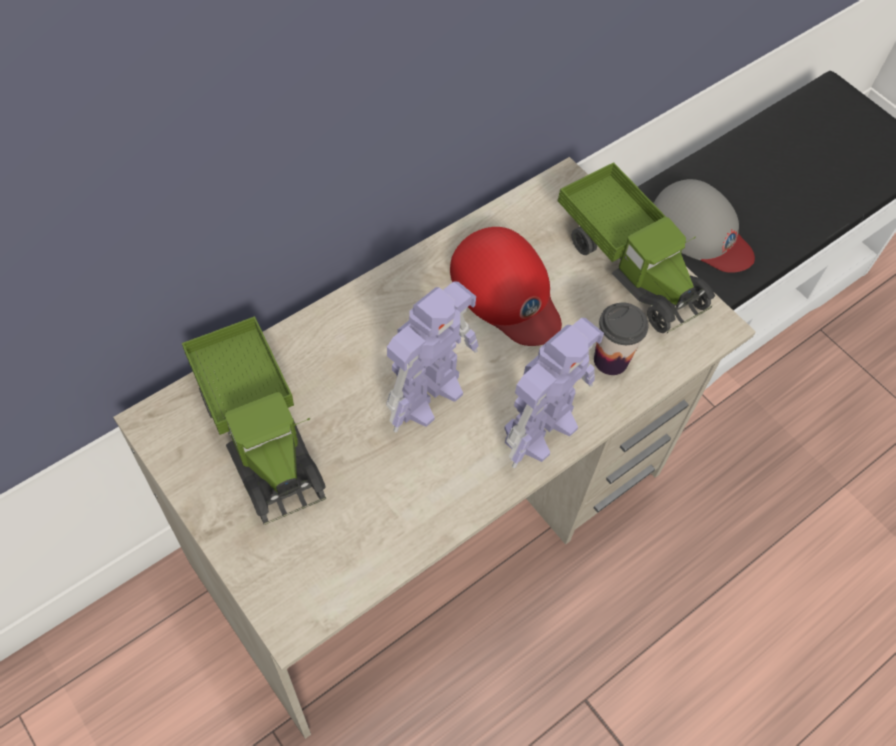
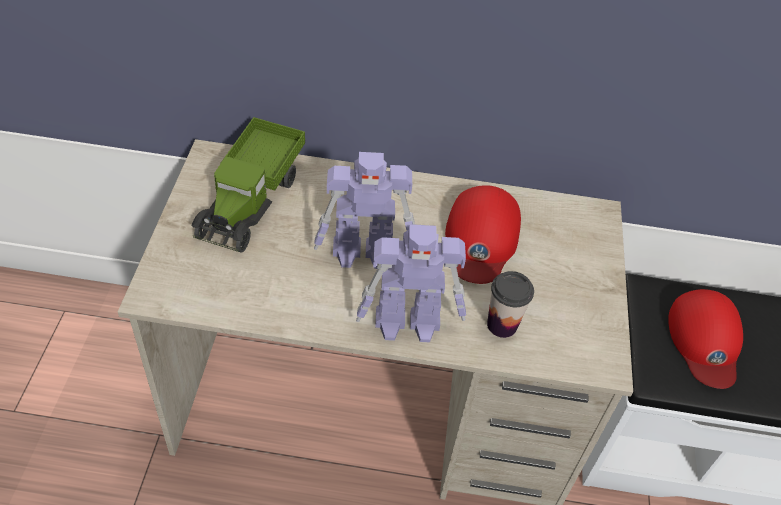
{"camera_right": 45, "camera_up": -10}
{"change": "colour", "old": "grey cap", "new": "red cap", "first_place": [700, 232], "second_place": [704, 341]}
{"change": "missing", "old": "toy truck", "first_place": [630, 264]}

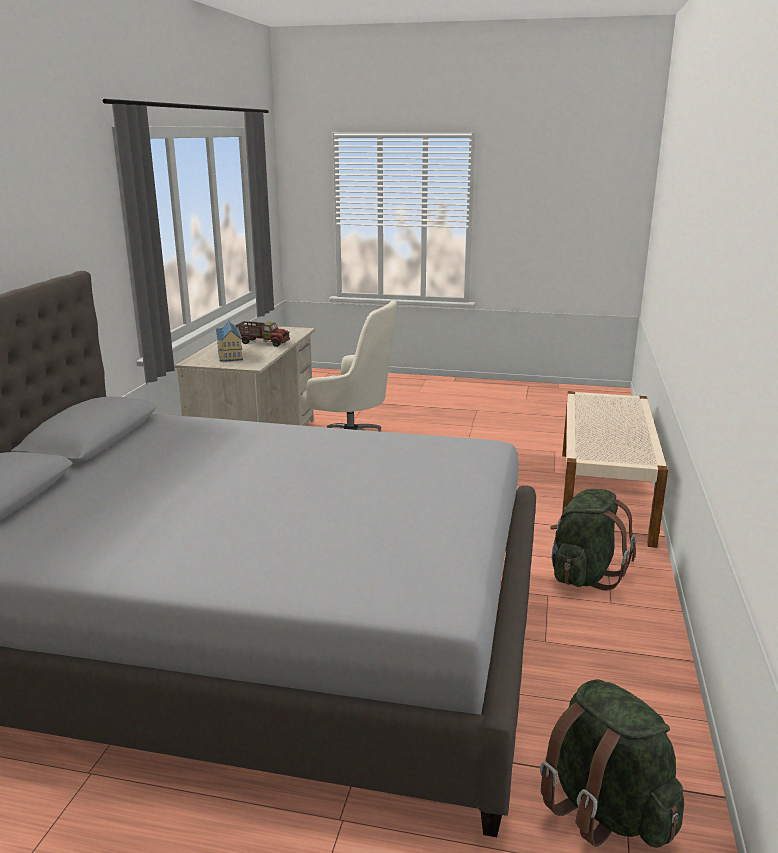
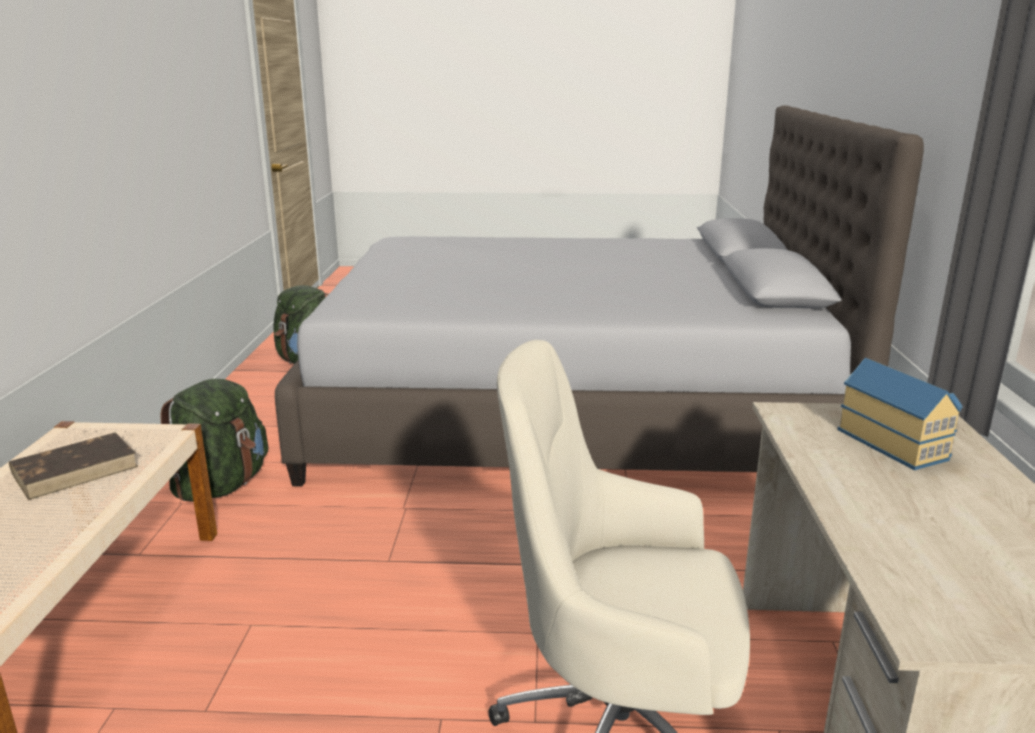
{"camera_right": 170, "camera_up": 0}
{"change": "appeared", "new": "brown book", "second_place": [76, 469]}
{"change": "missing", "old": "toy truck", "first_place": [263, 343]}

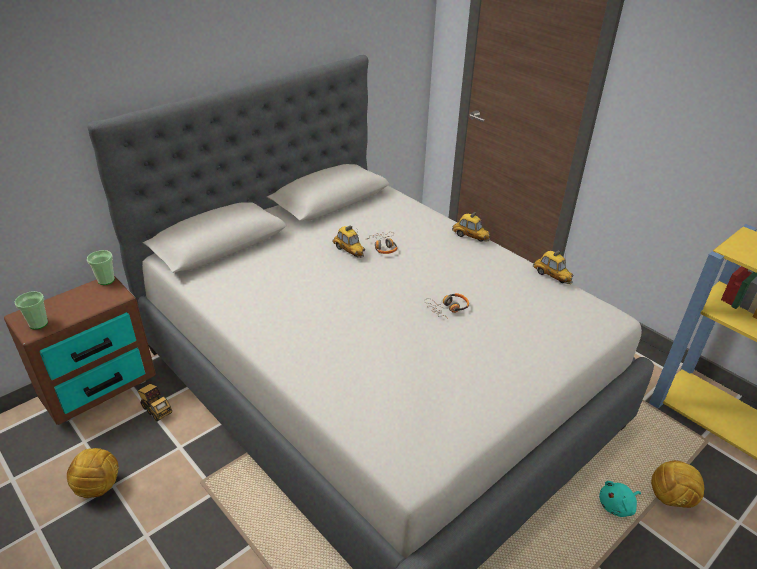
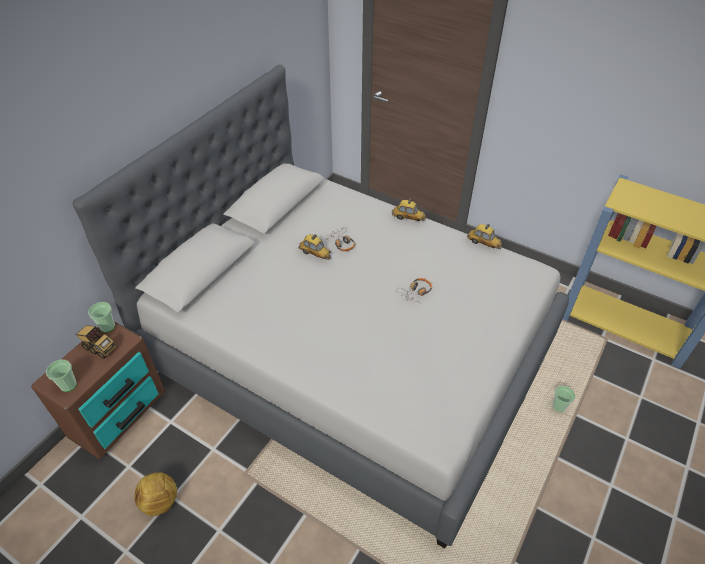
{"camera_right": -15, "camera_up": 10}
{"change": "relocated", "old": "toy truck", "first_place": [156, 409], "second_place": [99, 348]}
{"change": "exchanged", "old": "turquoise plush toy", "new": "cup", "first_place": [617, 506], "second_place": [559, 407]}
{"change": "missing", "old": "football", "first_place": [671, 499]}

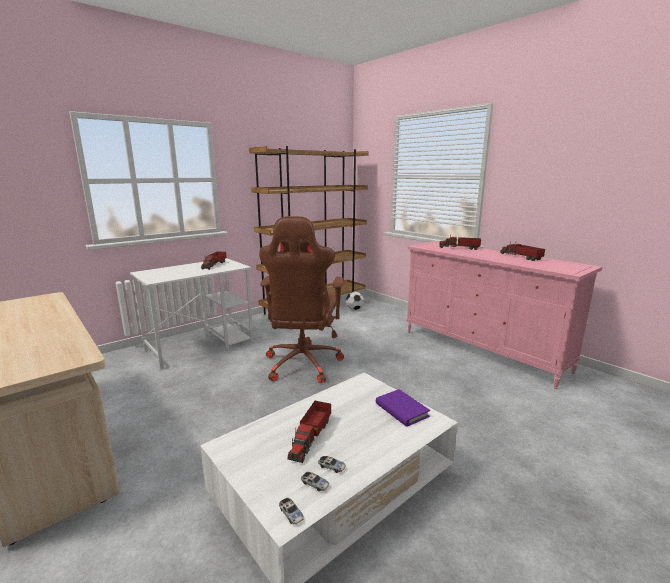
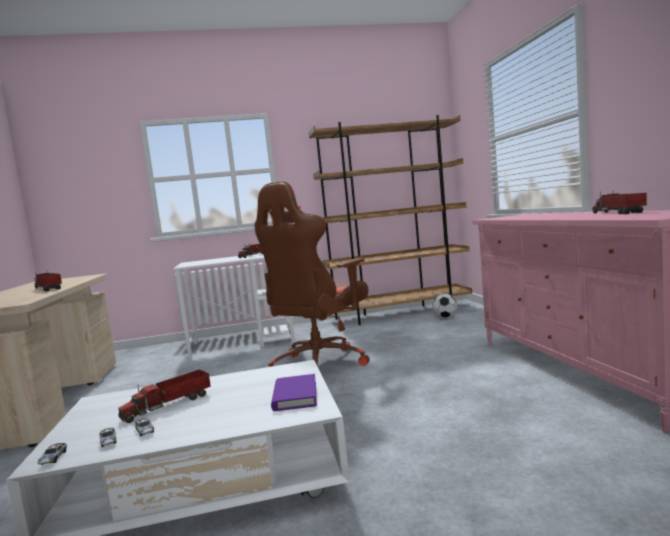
{"camera_right": 30, "camera_up": -10}
{"change": "relocated", "old": "toy truck", "first_place": [460, 248], "second_place": [47, 289]}

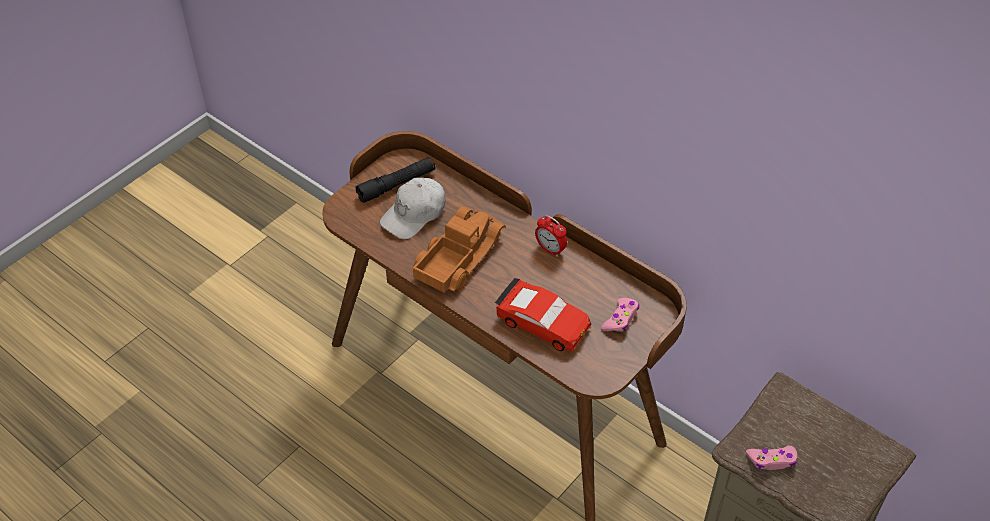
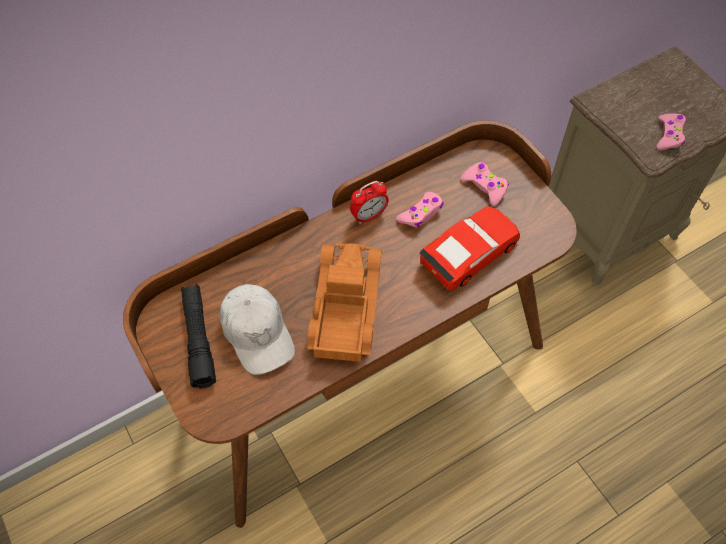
{"camera_right": -70, "camera_up": 10}
{"change": "spun", "old": "toy truck", "first_place": [457, 256], "second_place": [343, 307], "degrees": 45}
{"change": "appeared", "new": "pink game controller", "second_place": [421, 213]}

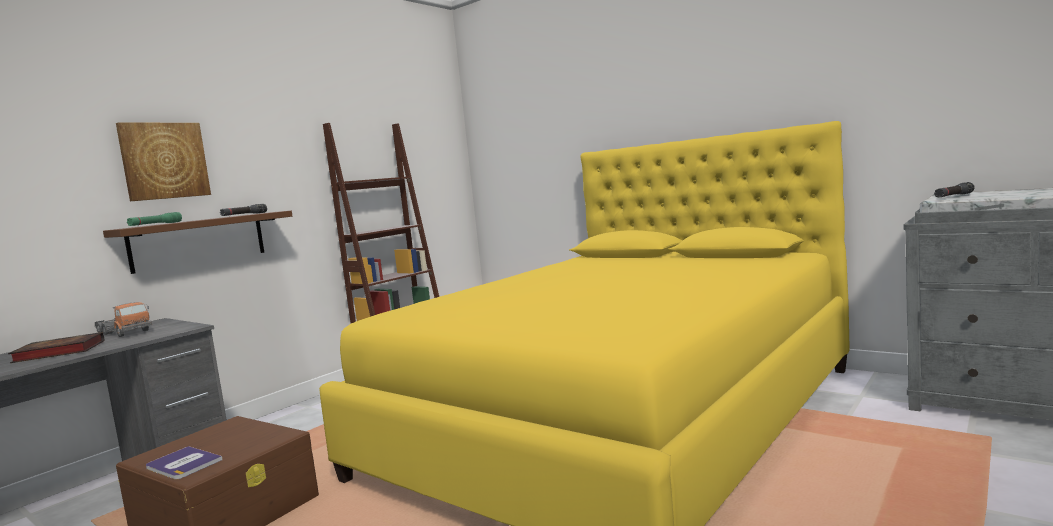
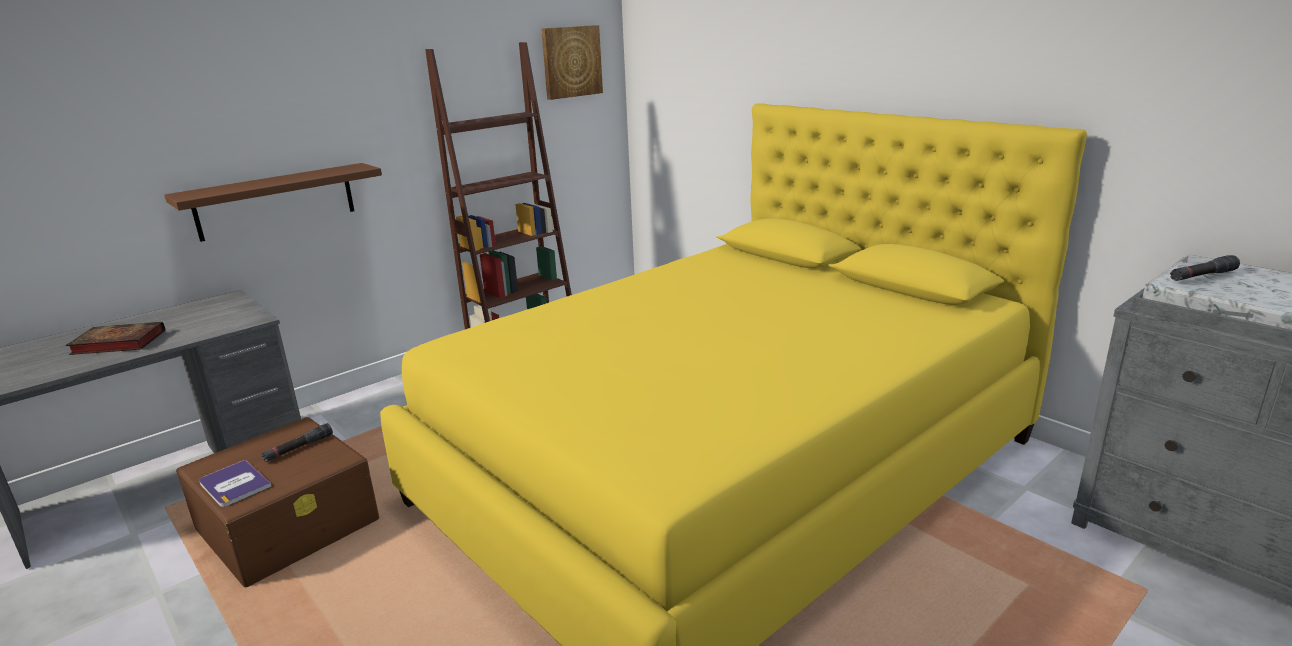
{"camera_right": 10, "camera_up": 15}
{"change": "relocated", "old": "black flashlight", "first_place": [244, 214], "second_place": [299, 448]}
{"change": "relocated", "old": "picture", "first_place": [164, 161], "second_place": [571, 61]}
{"change": "missing", "old": "toy truck", "first_place": [124, 332]}
{"change": "missing", "old": "green flashlight", "first_place": [155, 224]}

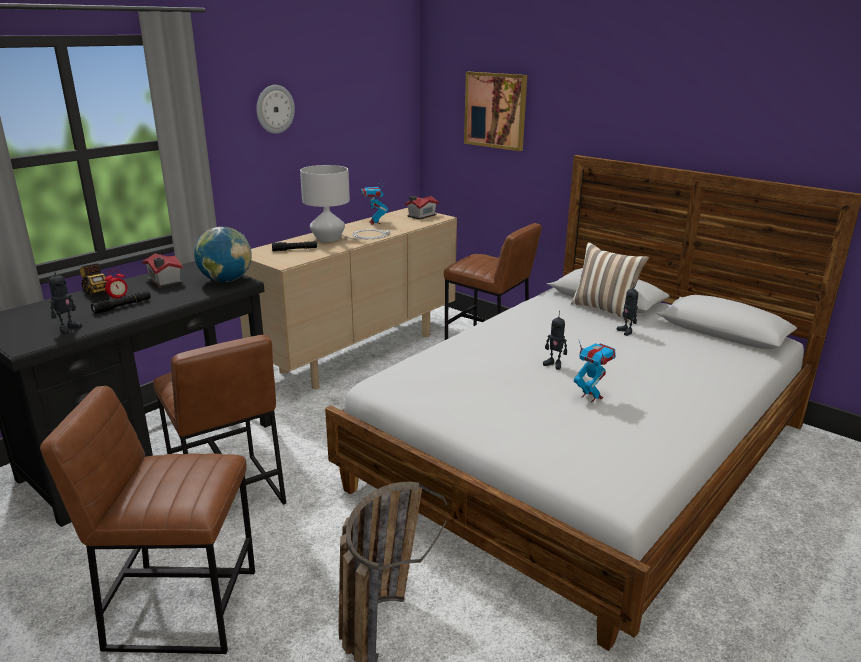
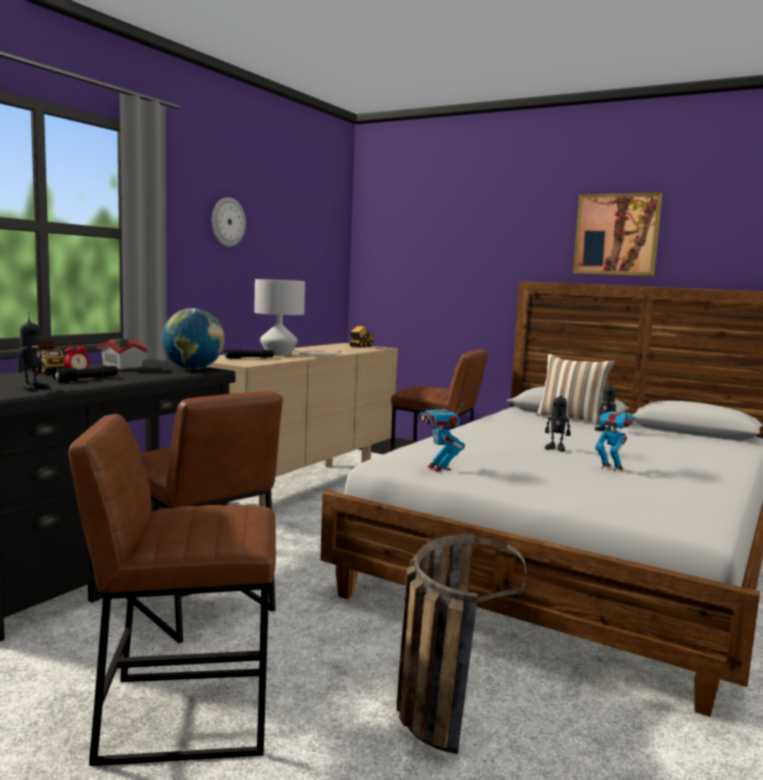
{"camera_right": -10, "camera_up": -15}
{"change": "exchanged", "old": "toy house", "new": "toy truck", "first_place": [420, 215], "second_place": [360, 346]}
{"change": "relocated", "old": "toy robot", "first_place": [374, 223], "second_place": [439, 468]}
{"change": "relocated", "old": "picture", "first_place": [495, 110], "second_place": [616, 234]}

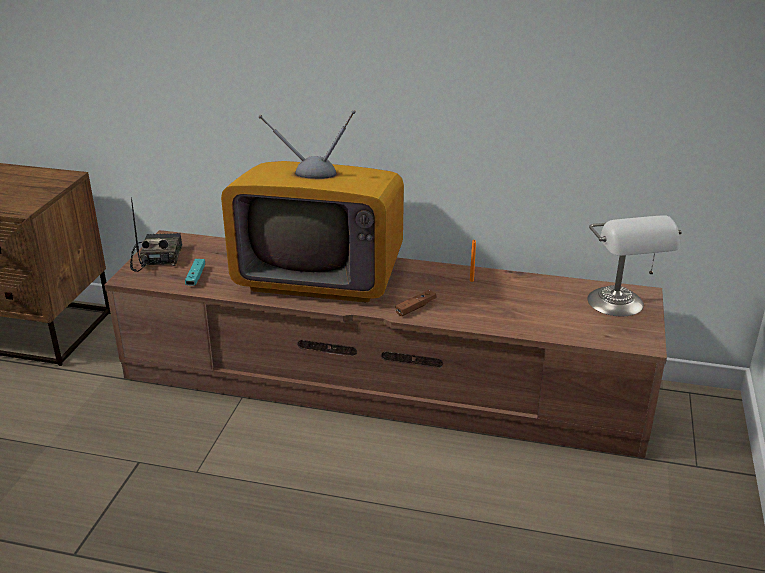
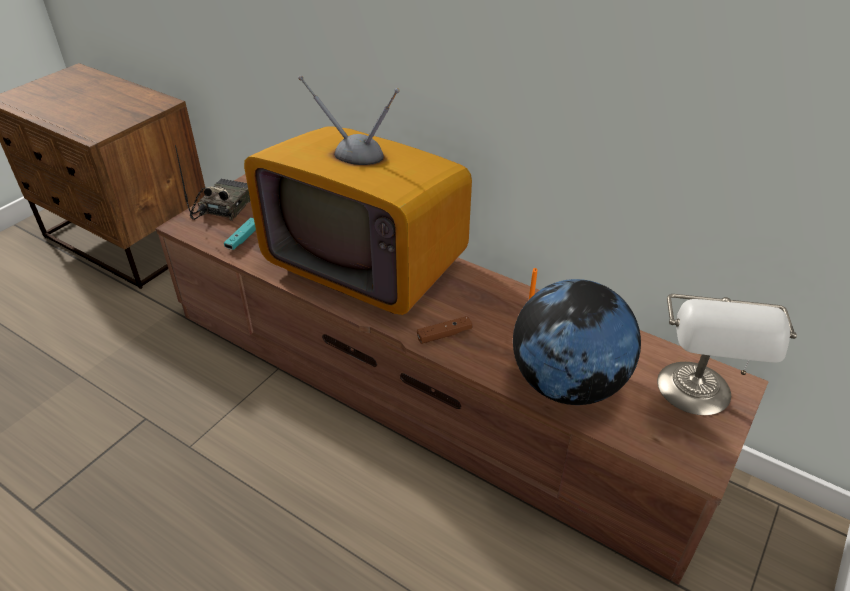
{"camera_right": 20, "camera_up": 10}
{"change": "appeared", "new": "globe", "second_place": [566, 384]}

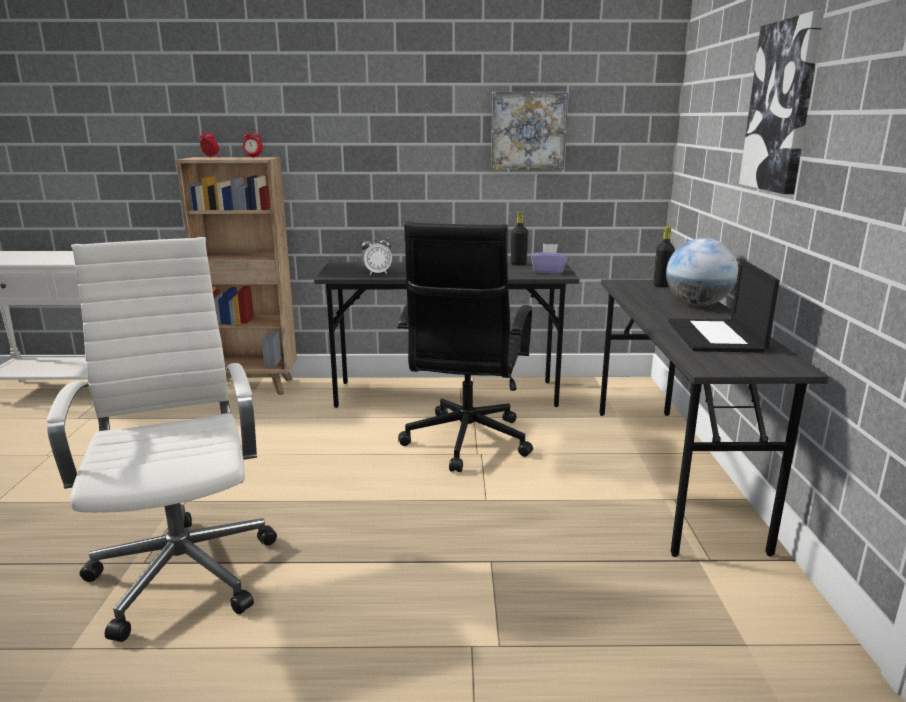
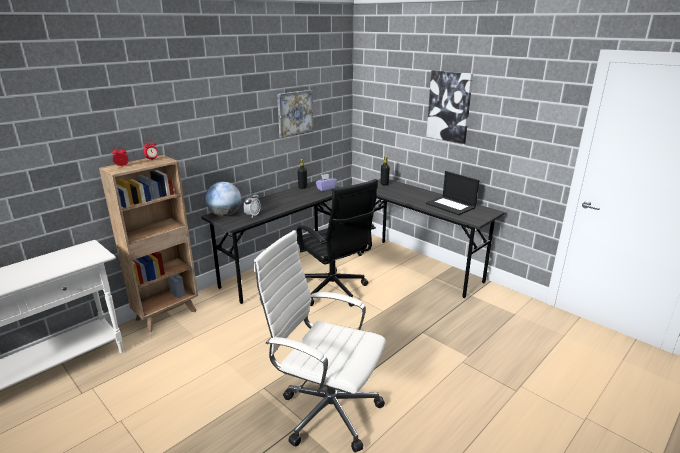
{"camera_right": -45, "camera_up": 5}
{"change": "relocated", "old": "globe", "first_place": [697, 304], "second_place": [225, 214]}

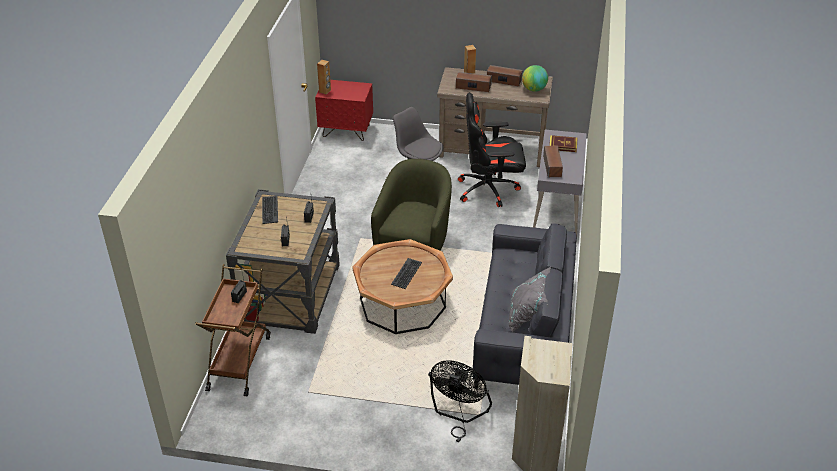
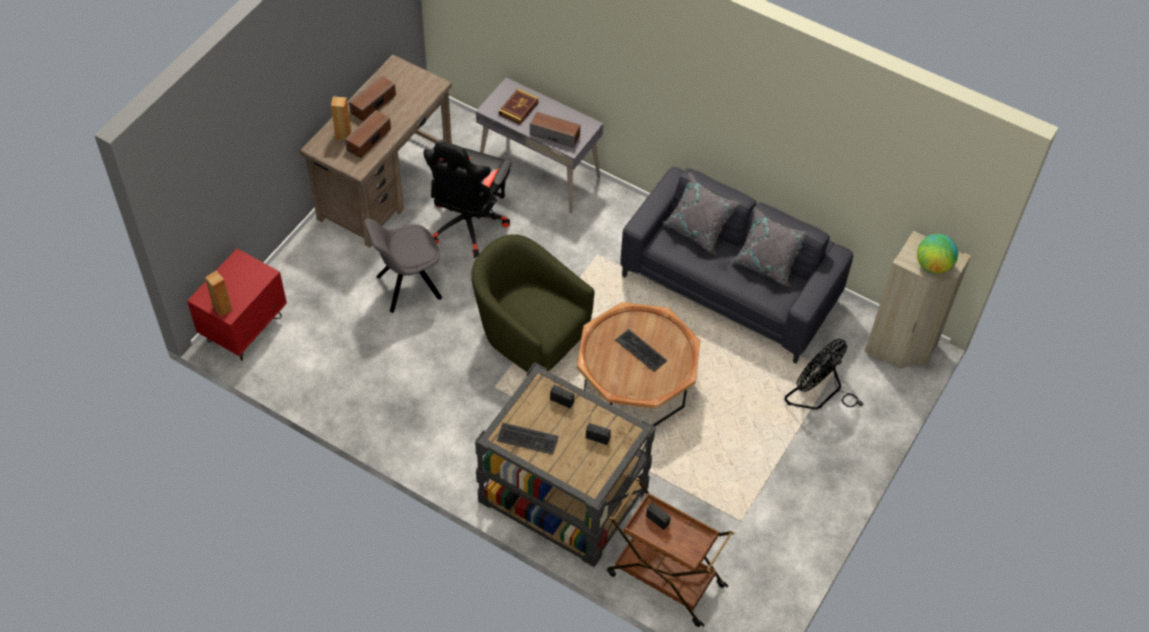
{"camera_right": -70, "camera_up": 15}
{"change": "appeared", "new": "grey pillow", "second_place": [698, 230]}
{"change": "relocated", "old": "globe", "first_place": [534, 89], "second_place": [933, 266]}

